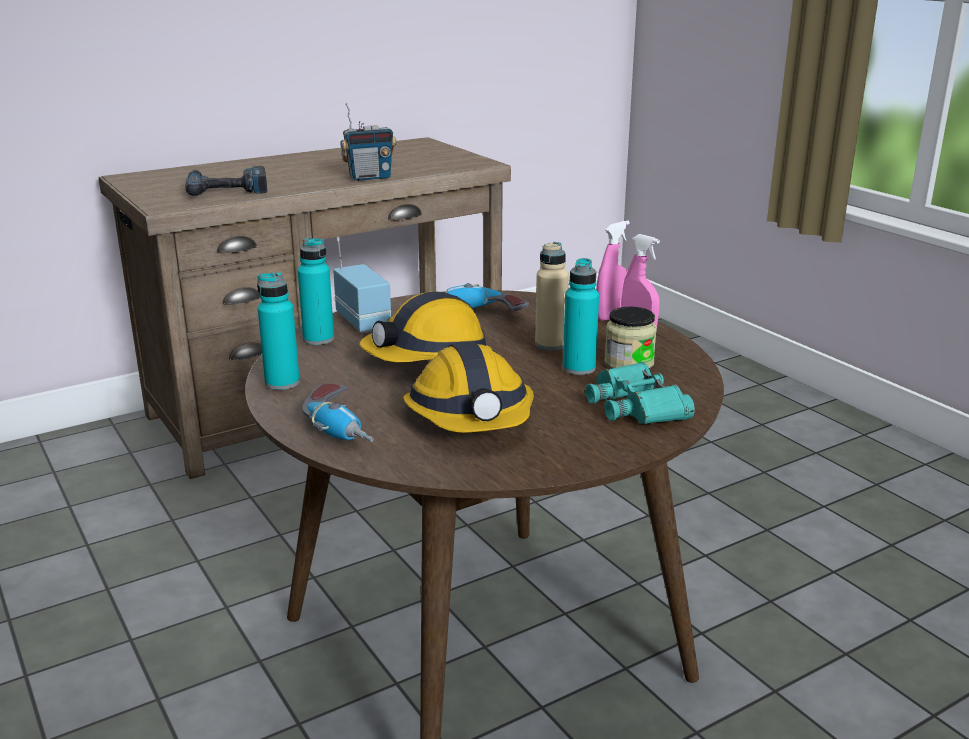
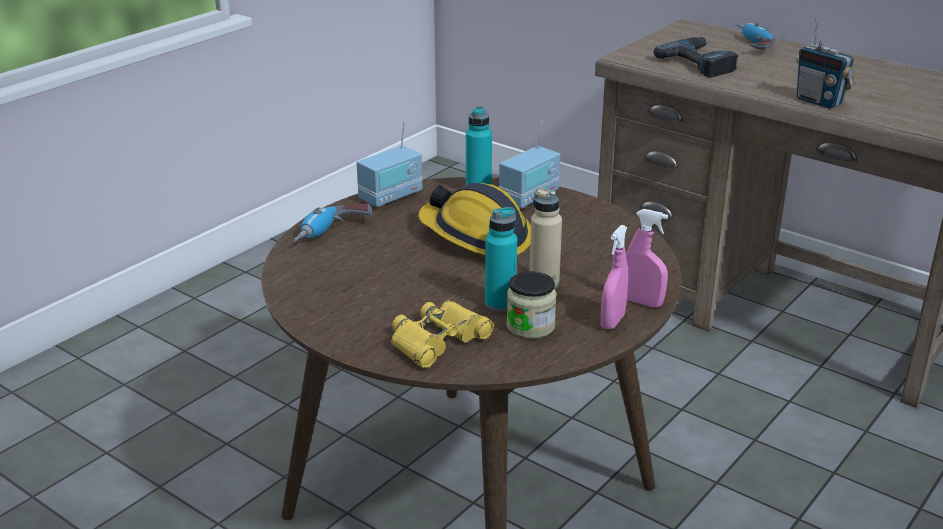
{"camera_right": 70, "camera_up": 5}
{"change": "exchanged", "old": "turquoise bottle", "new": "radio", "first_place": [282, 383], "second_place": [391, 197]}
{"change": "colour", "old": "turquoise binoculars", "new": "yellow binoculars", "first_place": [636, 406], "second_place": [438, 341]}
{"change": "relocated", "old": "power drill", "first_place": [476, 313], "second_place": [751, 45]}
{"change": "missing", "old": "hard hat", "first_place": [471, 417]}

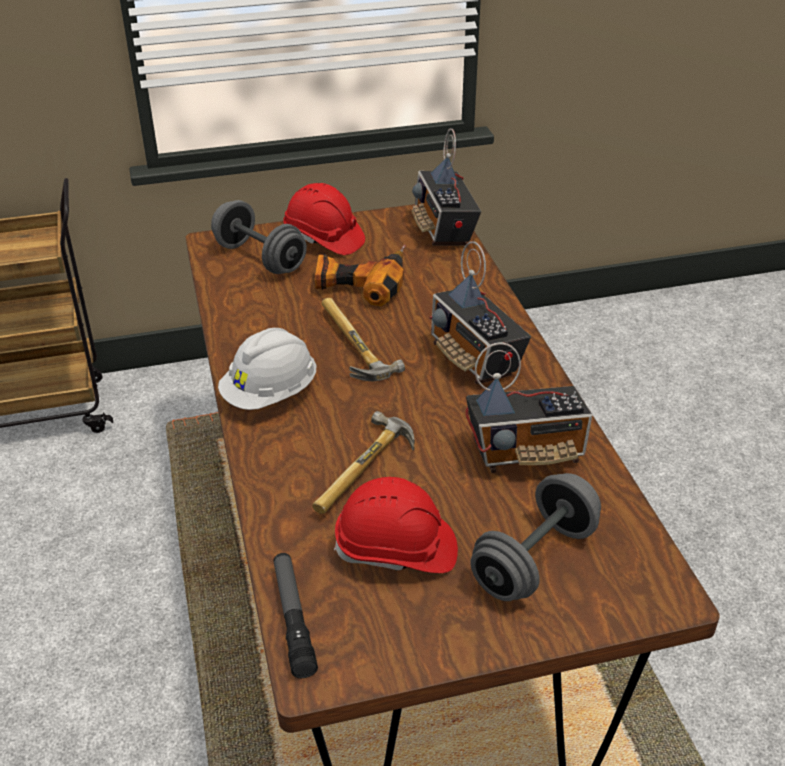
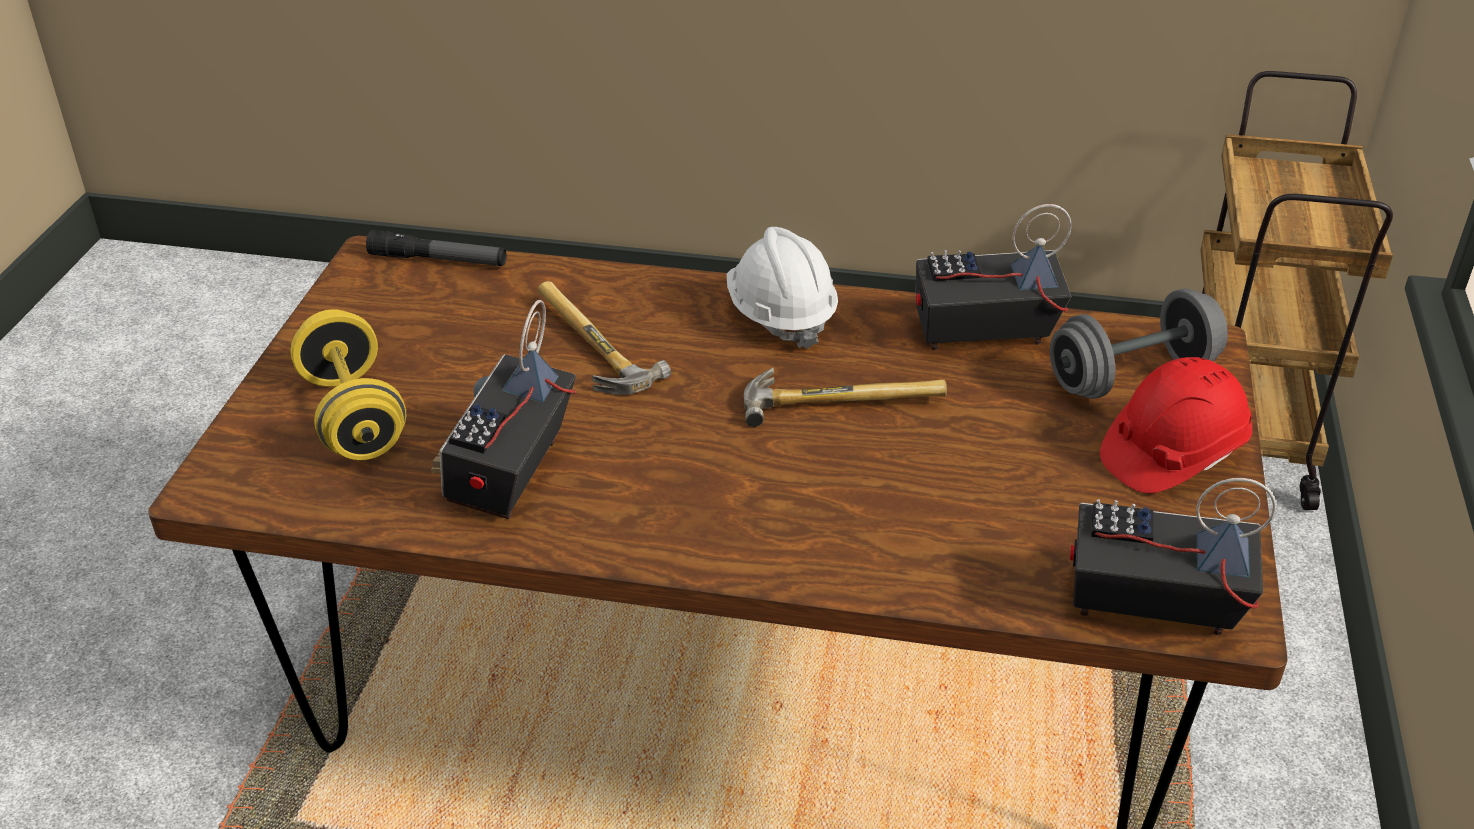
{"camera_right": 115, "camera_up": 0}
{"change": "colour", "old": "grey dumbbell", "new": "yellow dumbbell", "first_place": [534, 559], "second_place": [354, 416]}
{"change": "relocated", "old": "radio", "first_place": [475, 359], "second_place": [981, 334]}
{"change": "missing", "old": "power drill", "first_place": [361, 281]}
{"change": "missing", "old": "red hard hat", "first_place": [396, 550]}

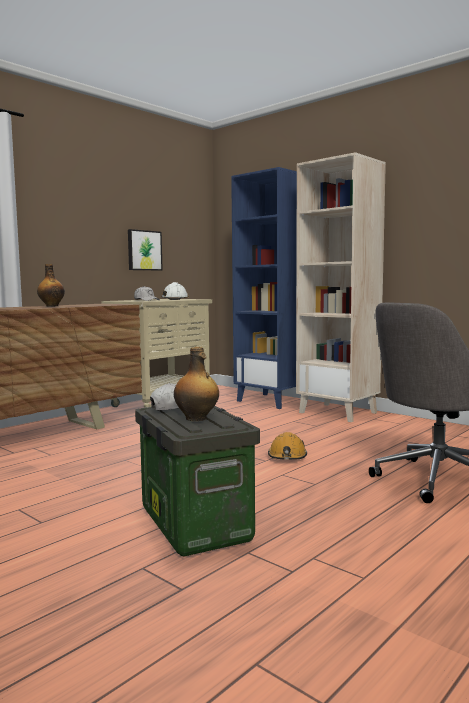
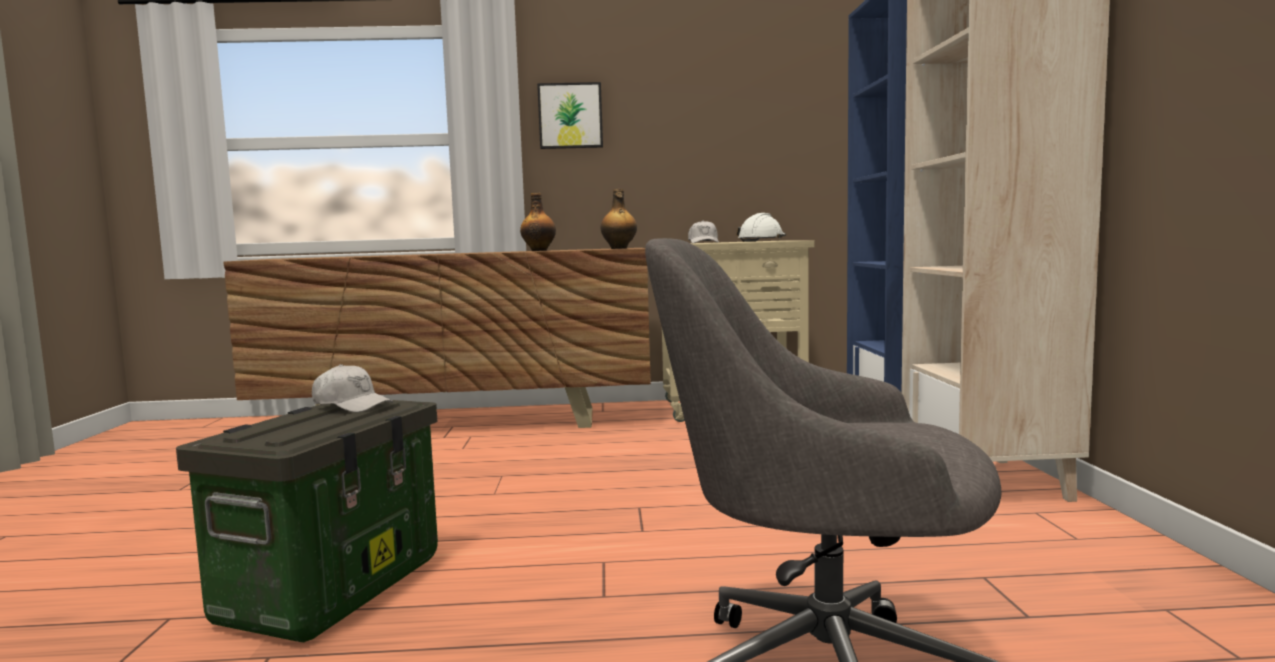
{"camera_right": 45, "camera_up": 0}
{"change": "relocated", "old": "picture", "first_place": [144, 250], "second_place": [570, 116]}
{"change": "relocated", "old": "bottle", "first_place": [196, 418], "second_place": [619, 248]}
{"change": "missing", "old": "orange hard hat", "first_place": [287, 457]}

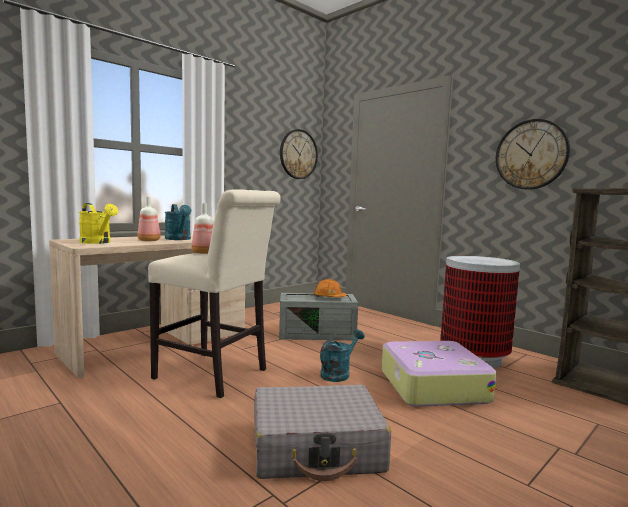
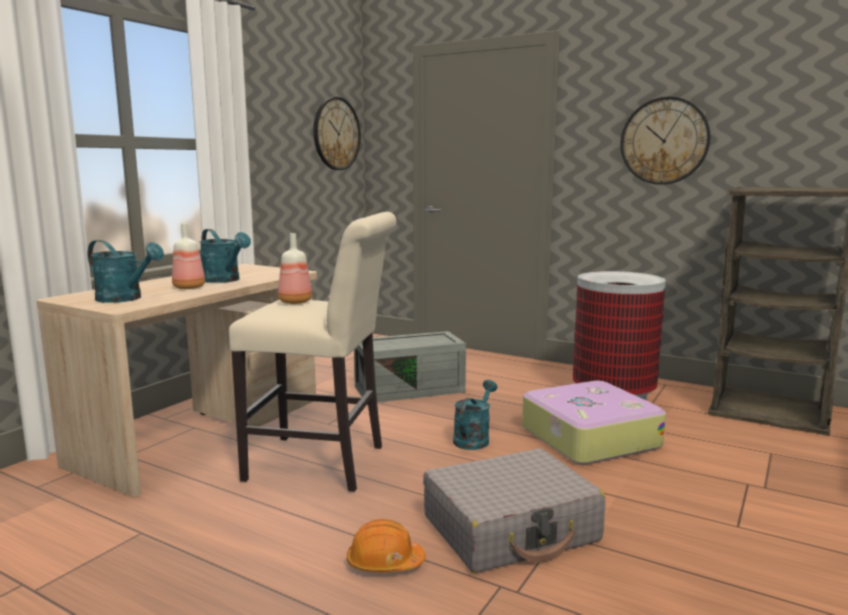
{"camera_right": -15, "camera_up": 5}
{"change": "colour", "old": "yellow watering can", "new": "turquoise watering can", "first_place": [98, 242], "second_place": [125, 299]}
{"change": "relocated", "old": "orange hard hat", "first_place": [329, 297], "second_place": [384, 562]}

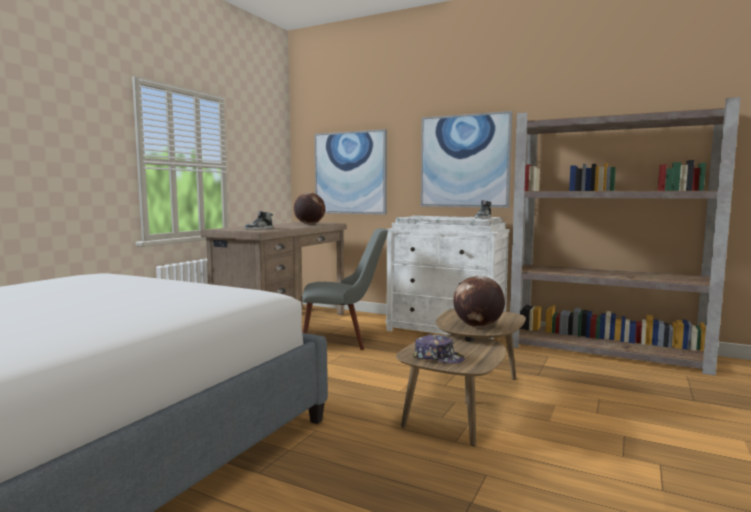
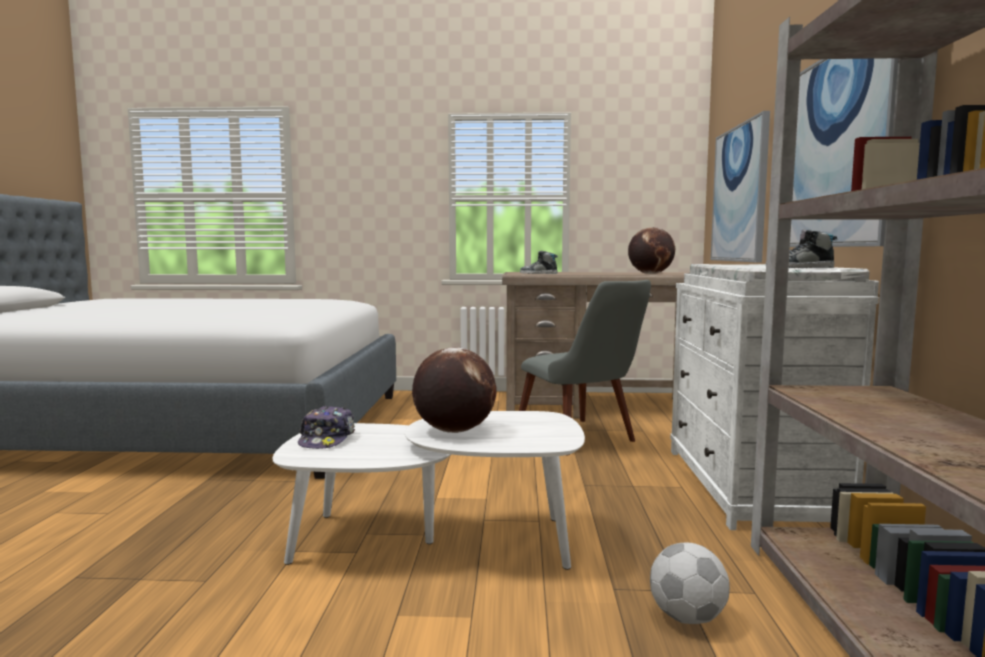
{"camera_right": 65, "camera_up": 0}
{"change": "colour", "old": "brown coffee table", "new": "white coffee table", "first_place": [466, 400], "second_place": [434, 541]}
{"change": "appeared", "new": "football", "second_place": [686, 617]}

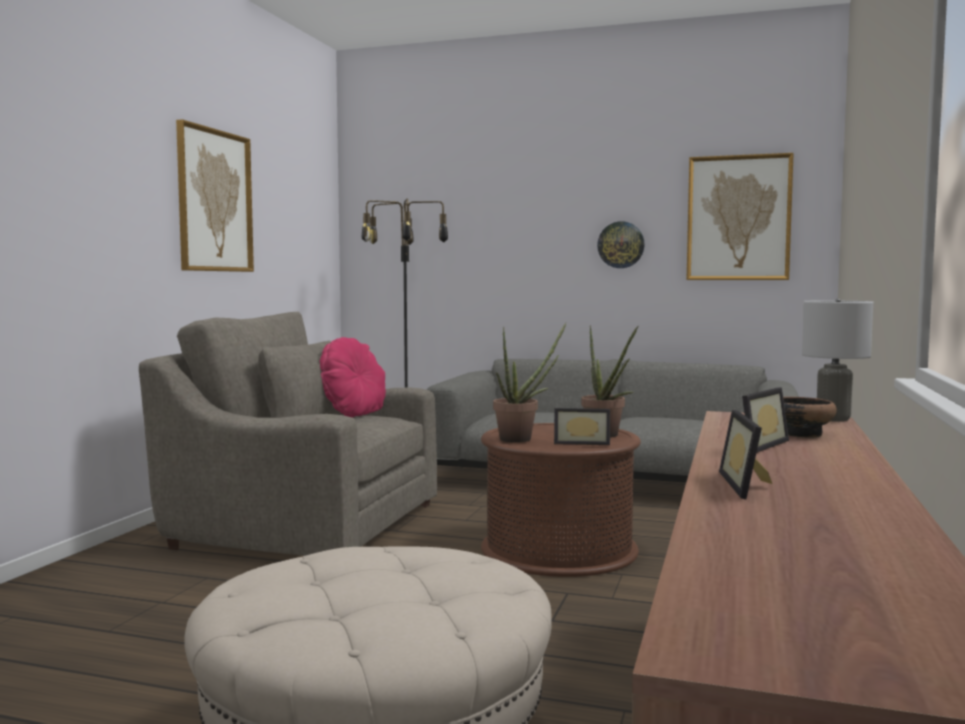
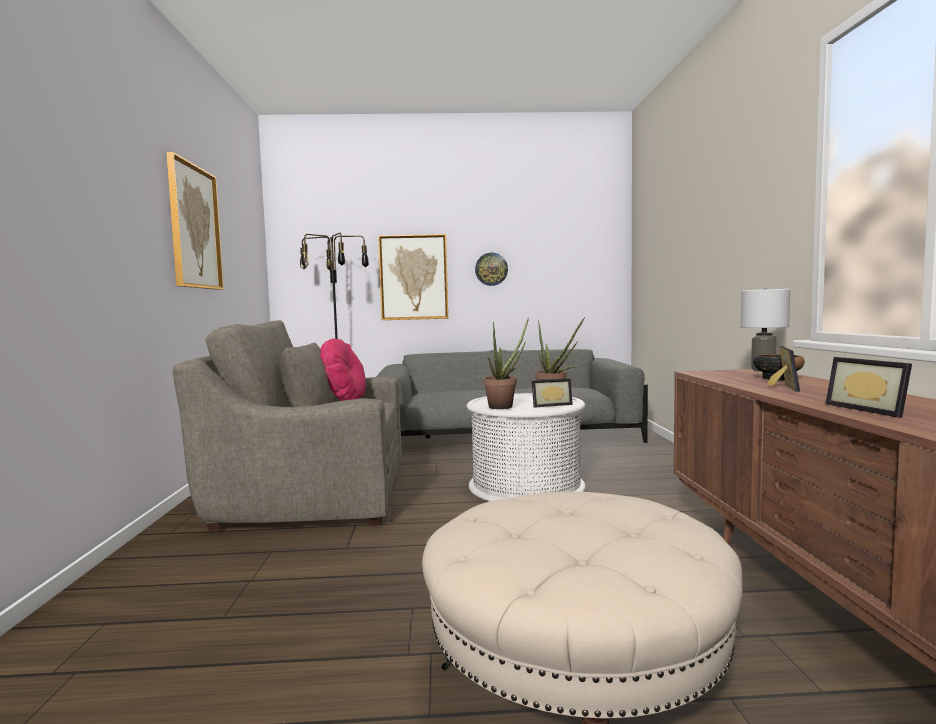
{"camera_right": -20, "camera_up": 0}
{"change": "relocated", "old": "picture", "first_place": [738, 218], "second_place": [413, 277]}
{"change": "colour", "old": "brown coffee table", "new": "white coffee table", "first_place": [559, 550], "second_place": [526, 486]}

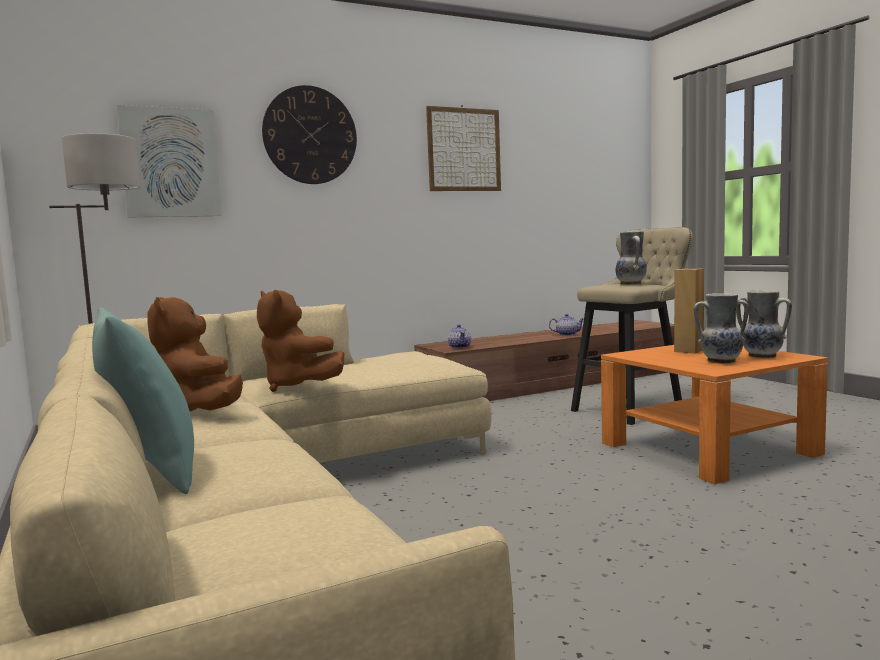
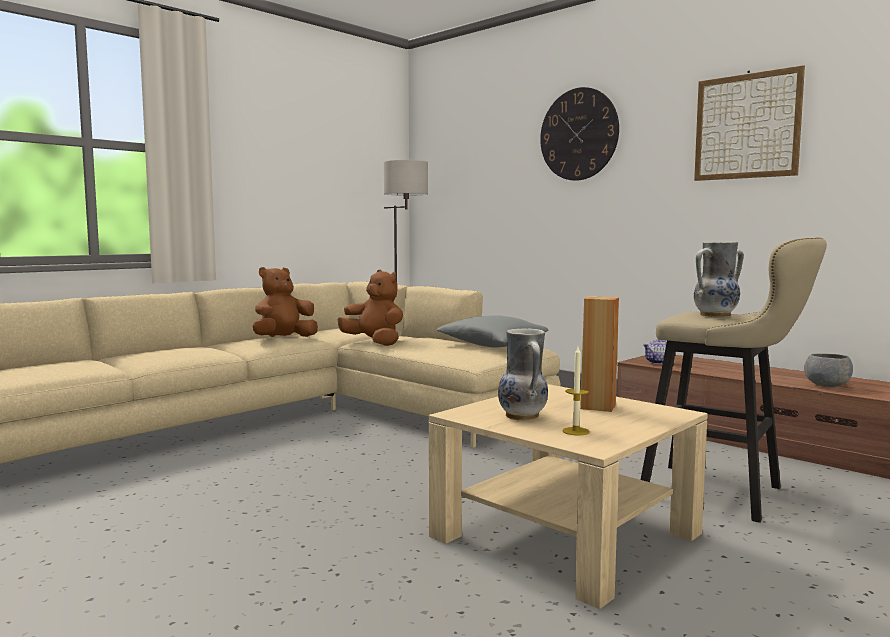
{"camera_right": 70, "camera_up": 0}
{"change": "spun", "old": "brown plush toy", "first_place": [297, 386], "second_place": [374, 343], "degrees": 105}
{"change": "colour", "old": "orange coffee table", "new": "beige coffee table", "first_place": [708, 449], "second_place": [566, 535]}
{"change": "appeared", "new": "grey pillow", "second_place": [492, 345]}
{"change": "exchanged", "old": "vase", "new": "candle", "first_place": [762, 356], "second_place": [575, 431]}
{"change": "exchanged", "old": "teapot", "new": "grey bowl", "first_place": [566, 334], "second_place": [827, 385]}
{"change": "missing", "old": "turquoise pillow", "first_place": [151, 472]}
{"change": "missing", "old": "picture", "first_place": [170, 163]}

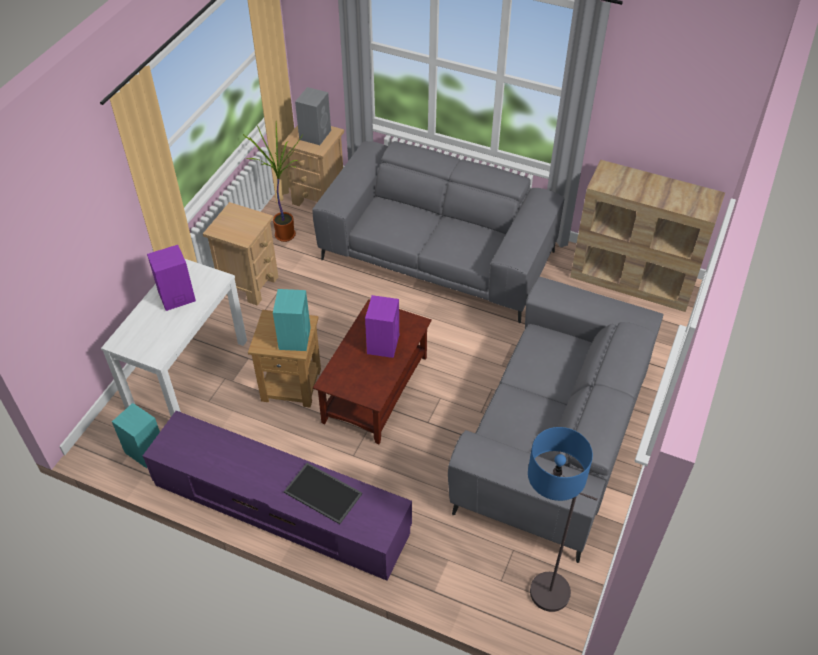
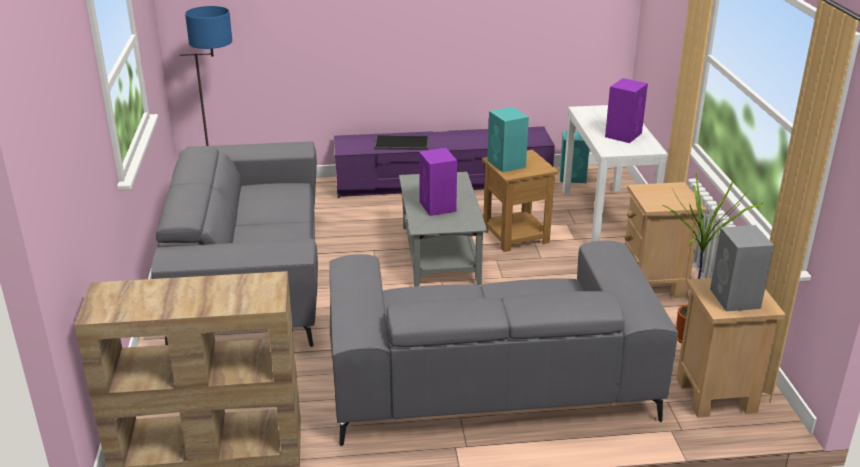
{"camera_right": 150, "camera_up": -20}
{"change": "colour", "old": "brown coffee table", "new": "grey coffee table", "first_place": [375, 390], "second_place": [439, 254]}

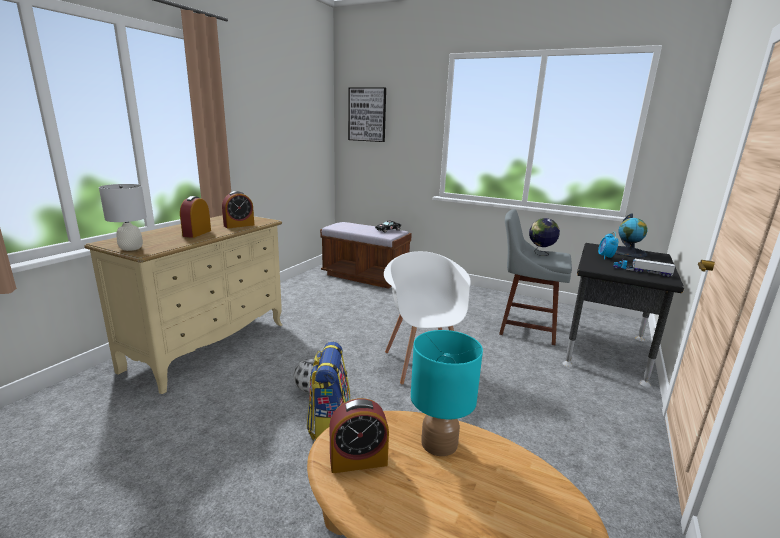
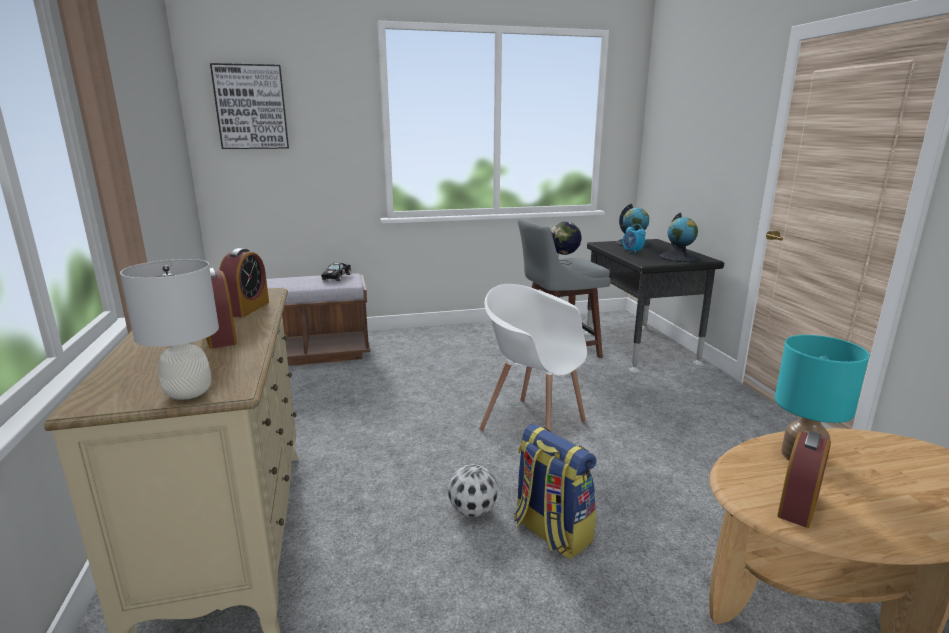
{"camera_right": -40, "camera_up": 0}
{"change": "exchanged", "old": "toy truck", "new": "globe", "first_place": [641, 271], "second_place": [679, 257]}

